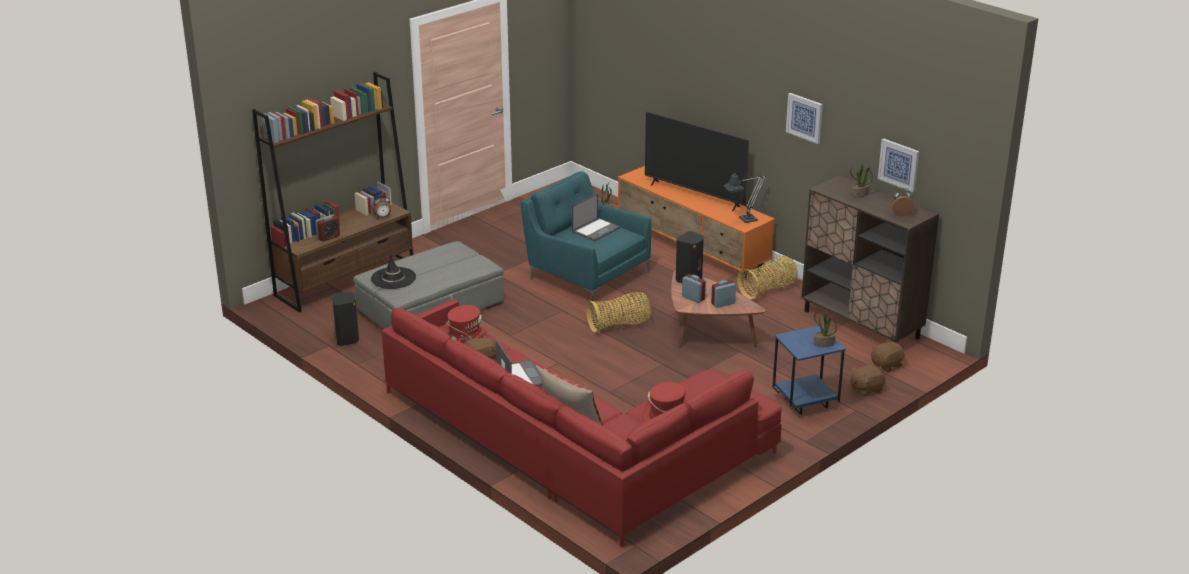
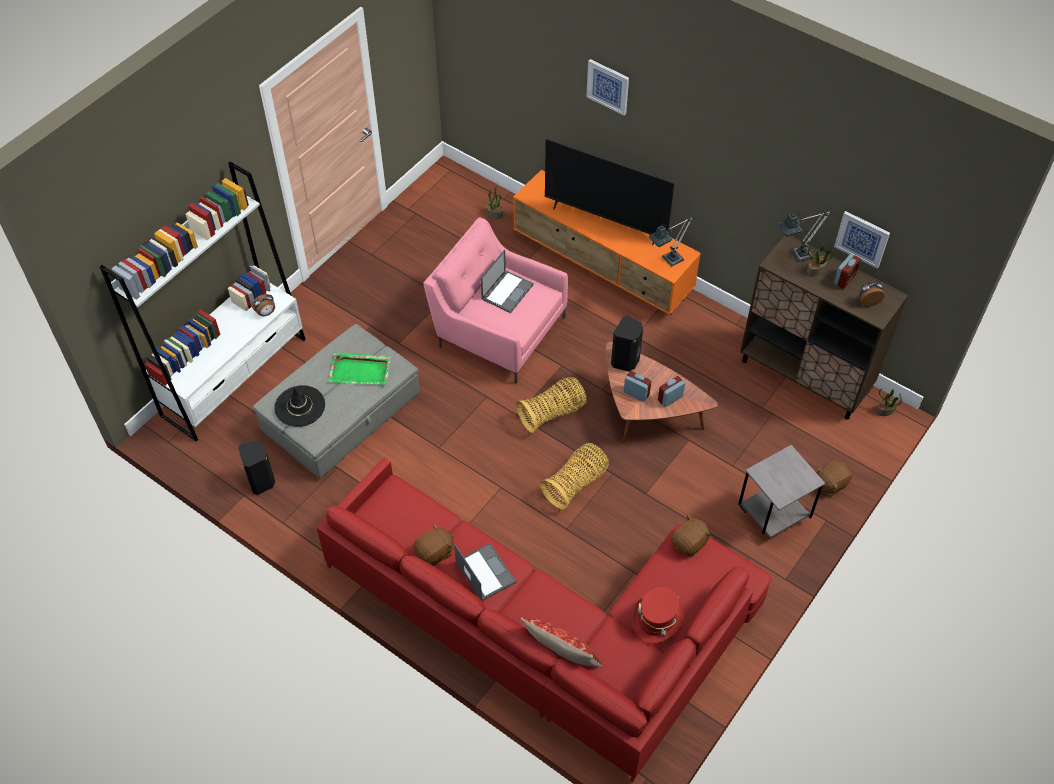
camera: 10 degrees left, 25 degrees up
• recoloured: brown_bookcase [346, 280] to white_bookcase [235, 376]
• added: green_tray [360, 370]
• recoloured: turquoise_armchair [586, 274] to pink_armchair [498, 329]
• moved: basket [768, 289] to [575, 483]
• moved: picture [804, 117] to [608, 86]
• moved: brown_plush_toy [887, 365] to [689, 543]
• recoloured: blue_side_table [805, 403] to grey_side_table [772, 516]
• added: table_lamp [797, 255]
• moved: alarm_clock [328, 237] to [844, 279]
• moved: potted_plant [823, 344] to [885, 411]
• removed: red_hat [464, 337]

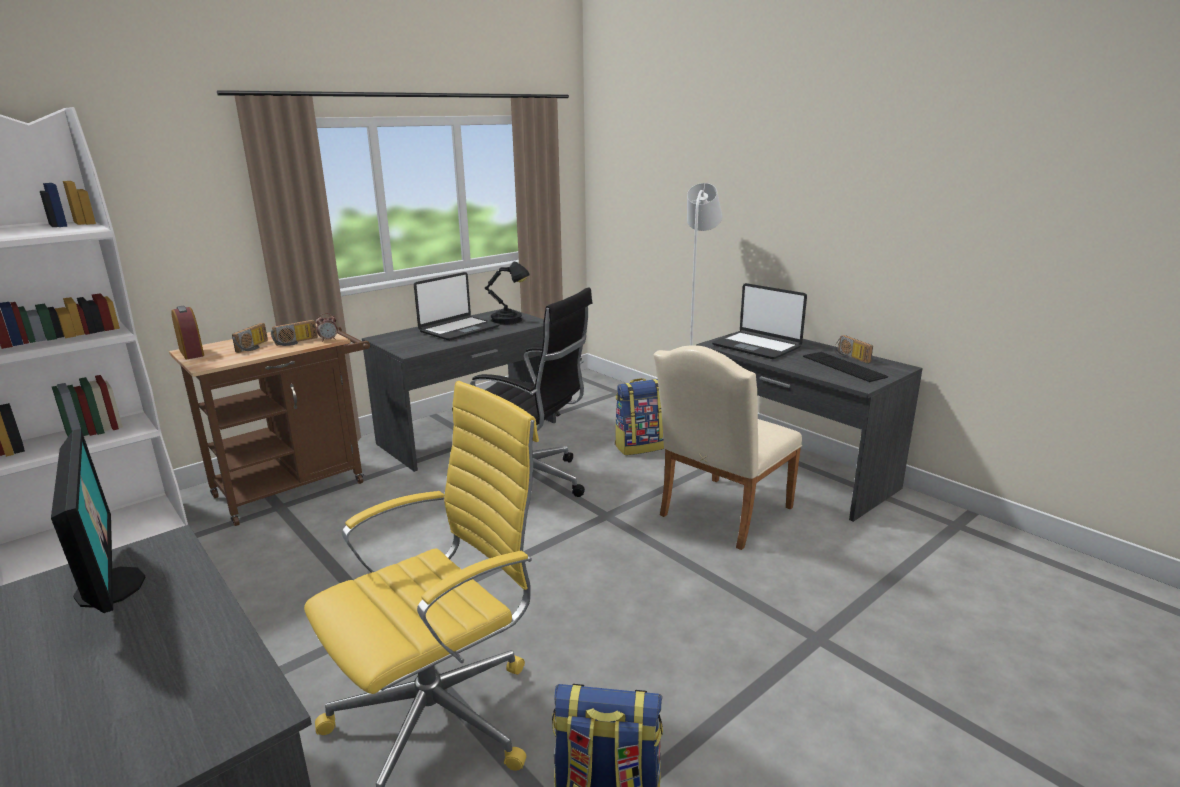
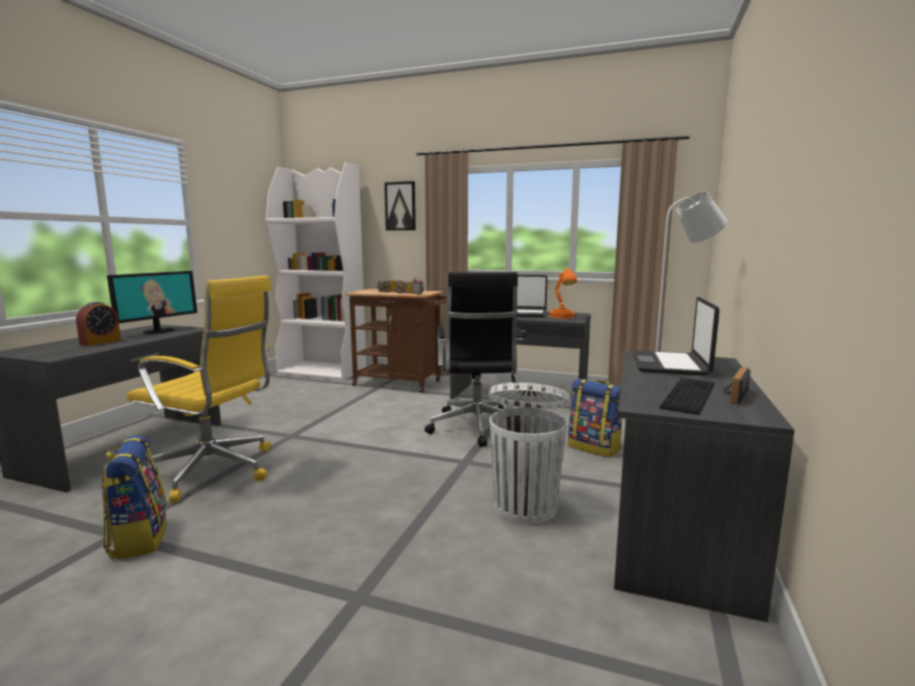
camera: 60 degrees right, 10 degrees down
• moved: alarm_clock [191, 353] to [100, 342]
• added: picture [400, 206]
• replaced: beige_chair [721, 514] to white_trash_can [525, 506]
• recoloured: black_table_lamp [509, 320] to orange_table_lamp [562, 316]

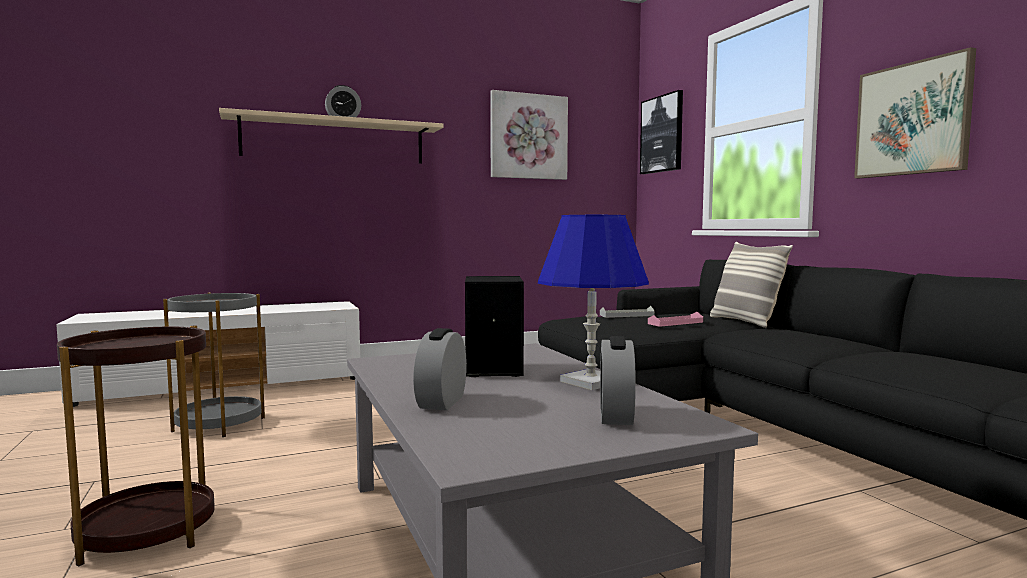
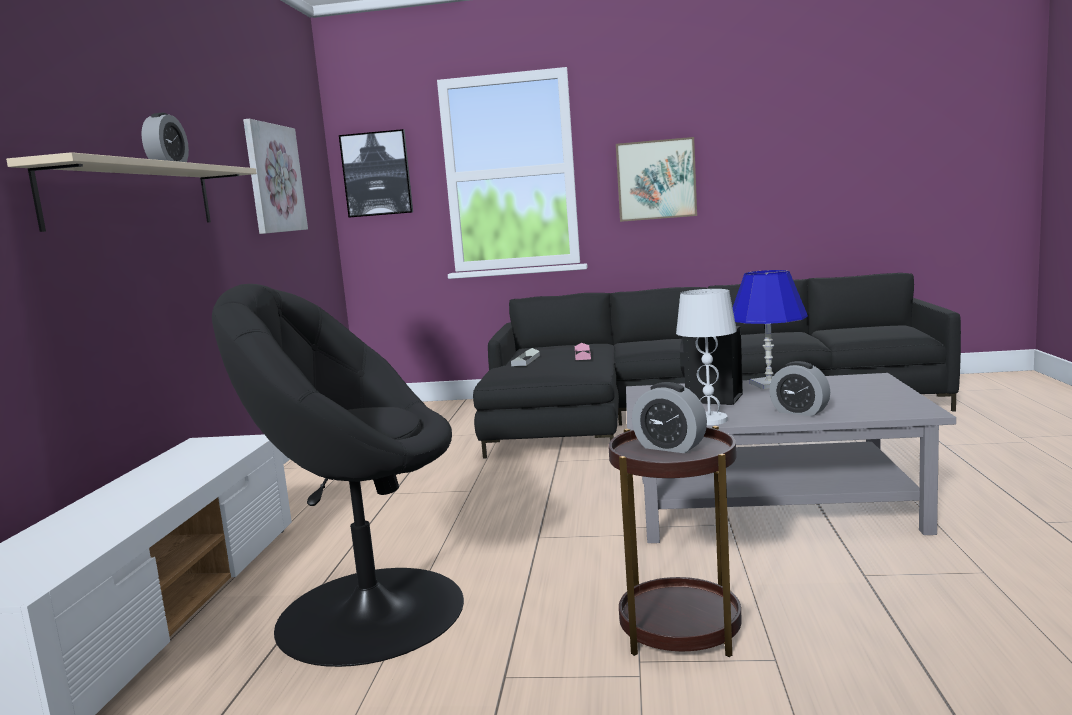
camera: 60 degrees left, 5 degrees up
• replaced: grey_side_table [219, 424] to black_armchair [367, 612]
• moved: alarm_clock [616, 416] to [670, 447]
• added: white_table_lamp [710, 420]
• removed: pillow [745, 322]

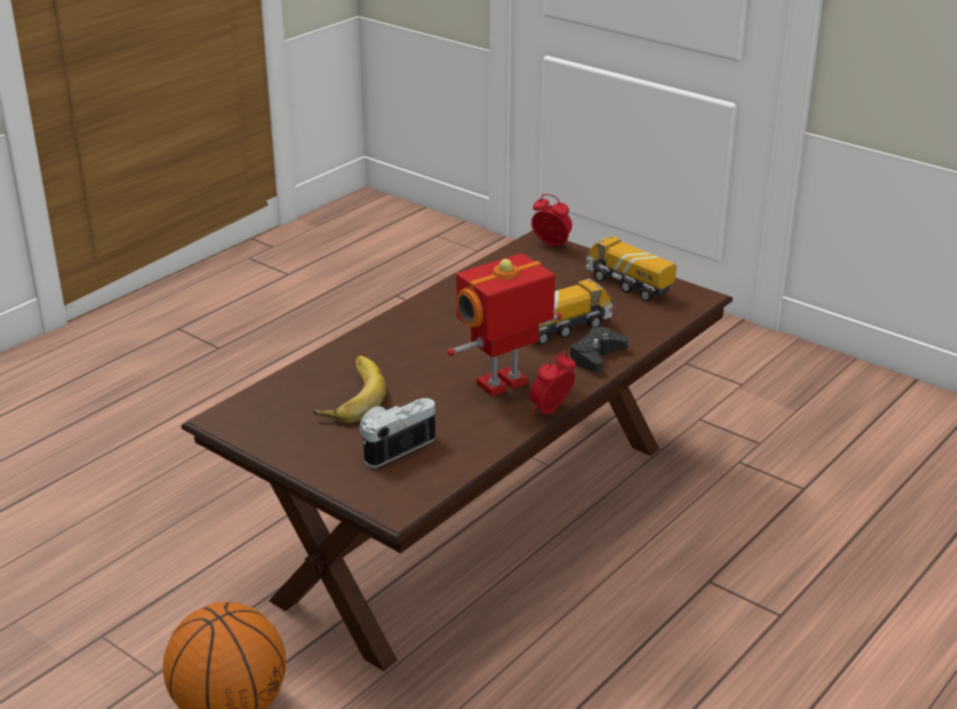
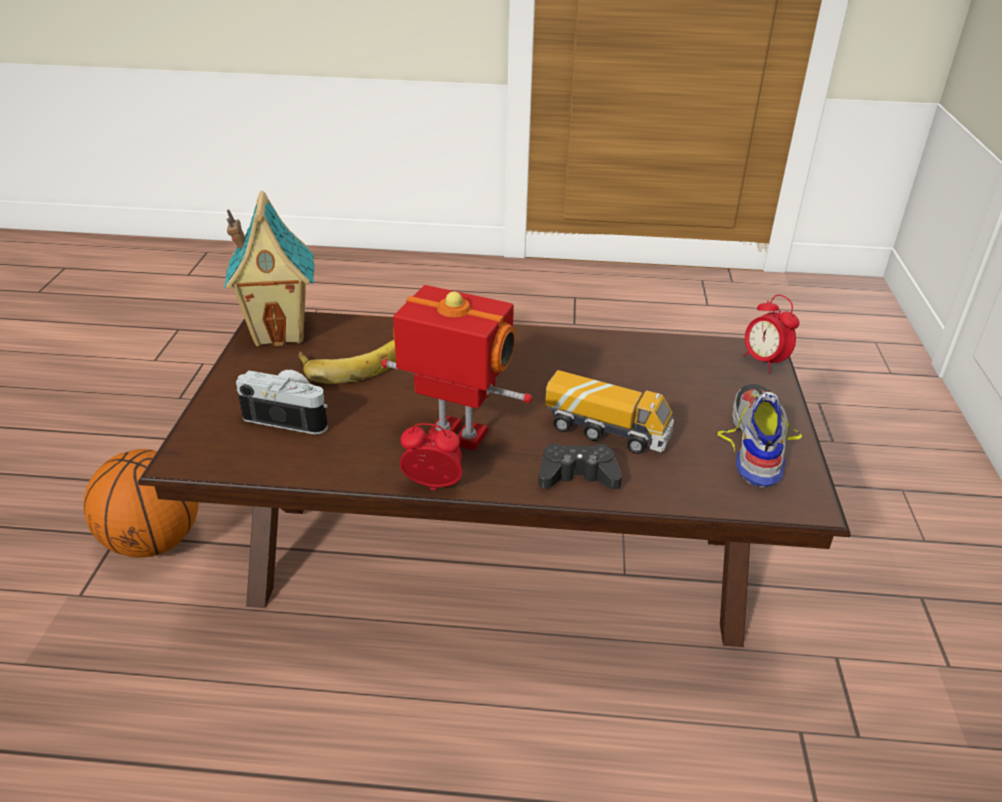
camera: 55 degrees right, 5 degrees up
• added: toy_house [281, 331]
• replaced: toy_truck [628, 285] to shoe [756, 441]
• turned: alarm_clock [551, 245] = [763, 362] 150 degrees clockwise

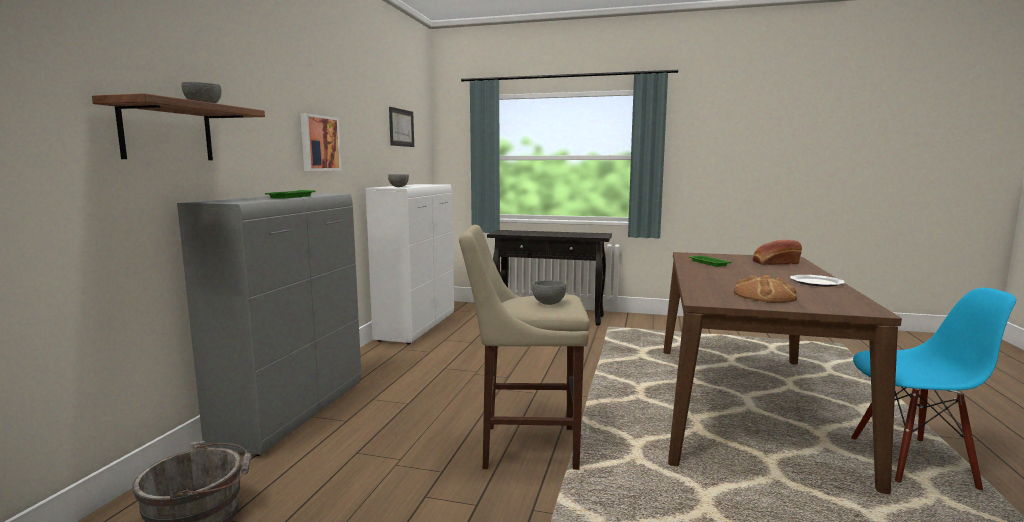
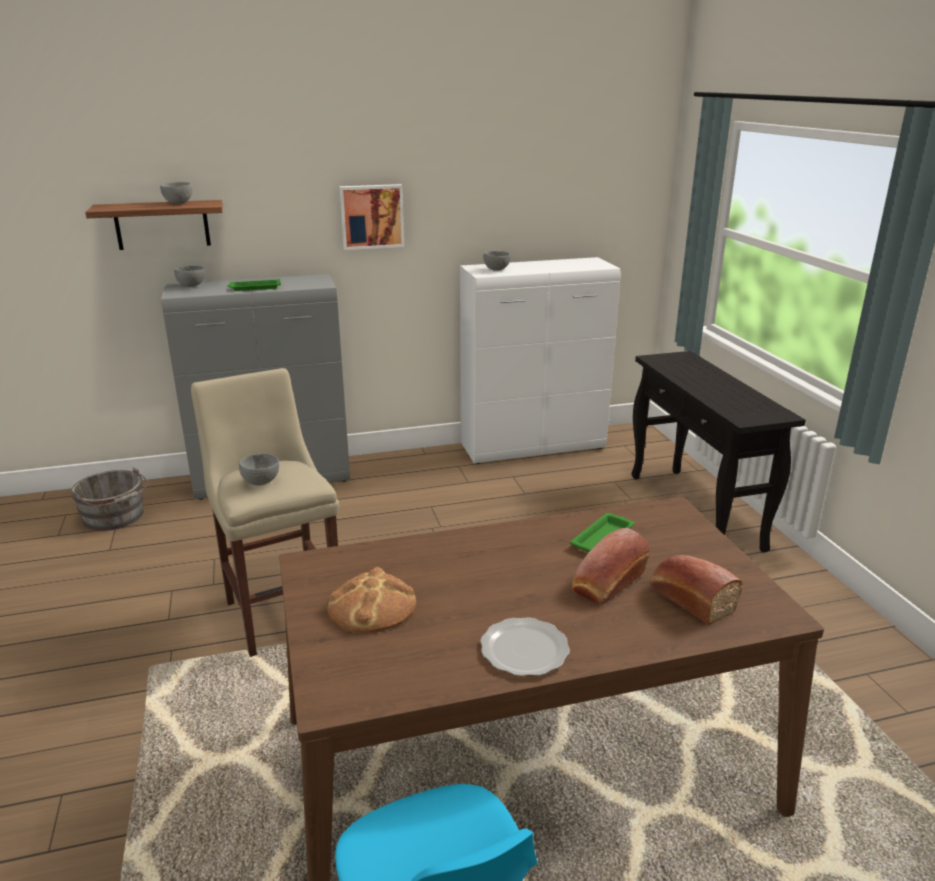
camera: 60 degrees right, 15 degrees up
• added: grey_bowl [191, 286]
• added: bread [607, 583]
• removed: picture [401, 127]

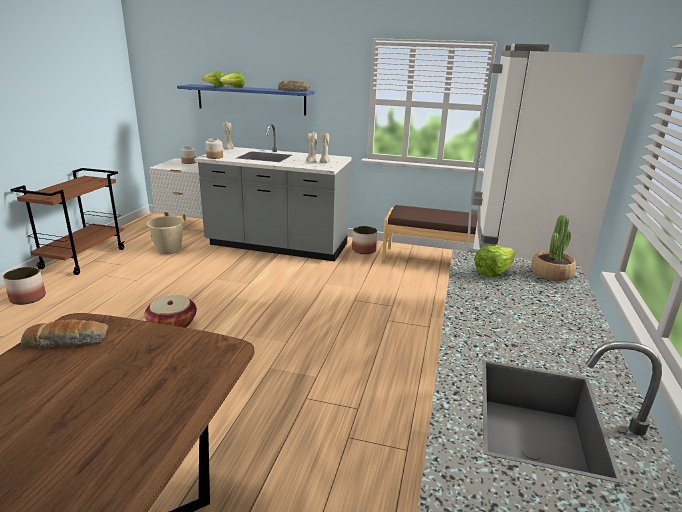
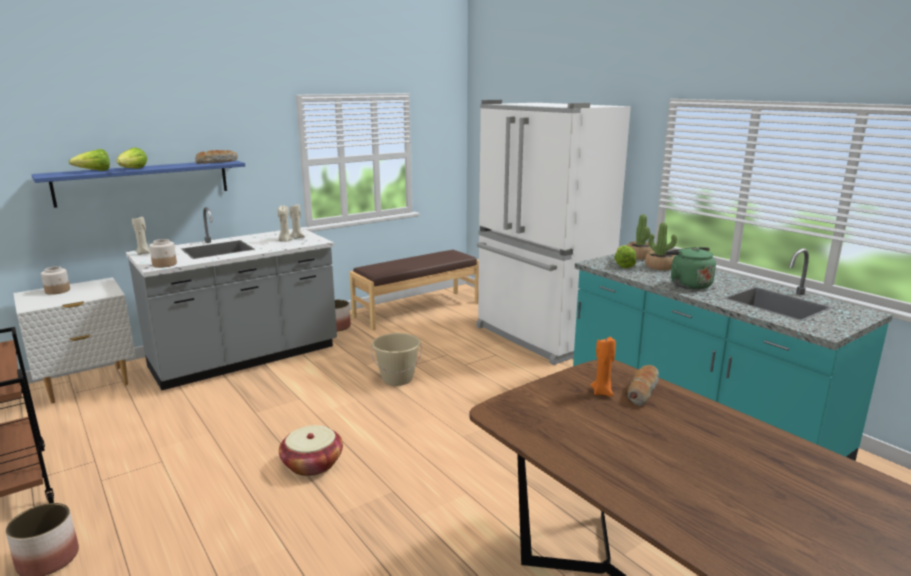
camera: 50 degrees left, 5 degrees down
• moved: beige_bucket [169, 250] to [397, 379]
• added: orange_candle [602, 392]
• moved: bread [67, 341] to [642, 391]
• added: potted_plant [660, 266]
• added: green_kettle [688, 284]

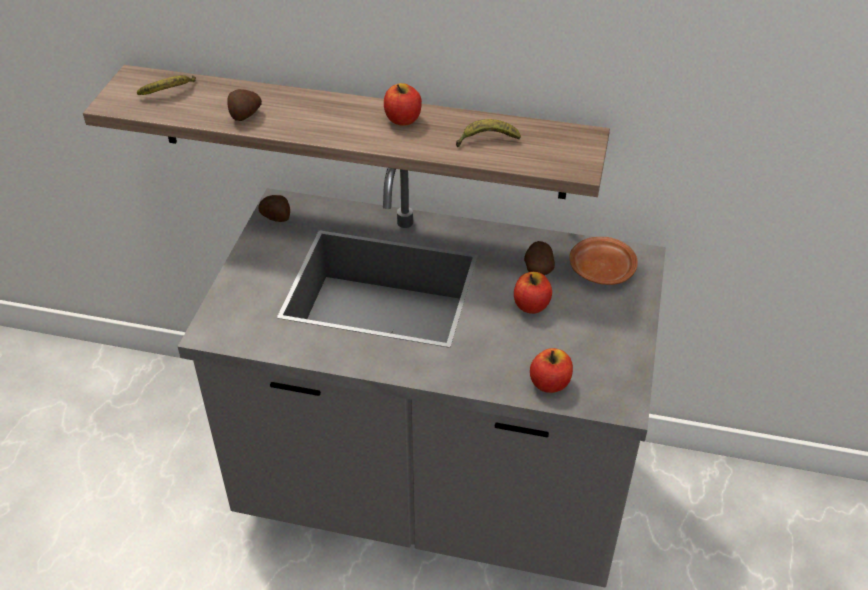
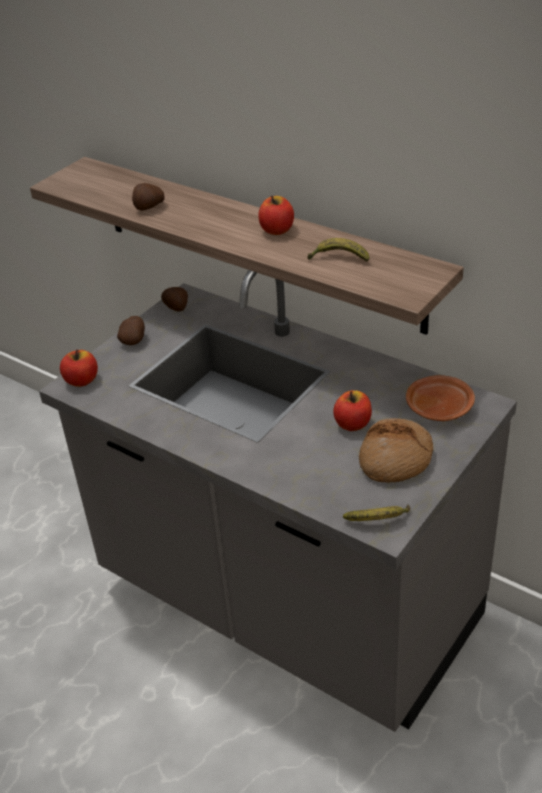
camera: 25 degrees right, 5 degrees down
• moved: apple [550, 383] to [81, 380]
• moved: potato [538, 268] to [134, 340]
• moved: banana [170, 92] to [378, 520]
• added: bread [395, 459]

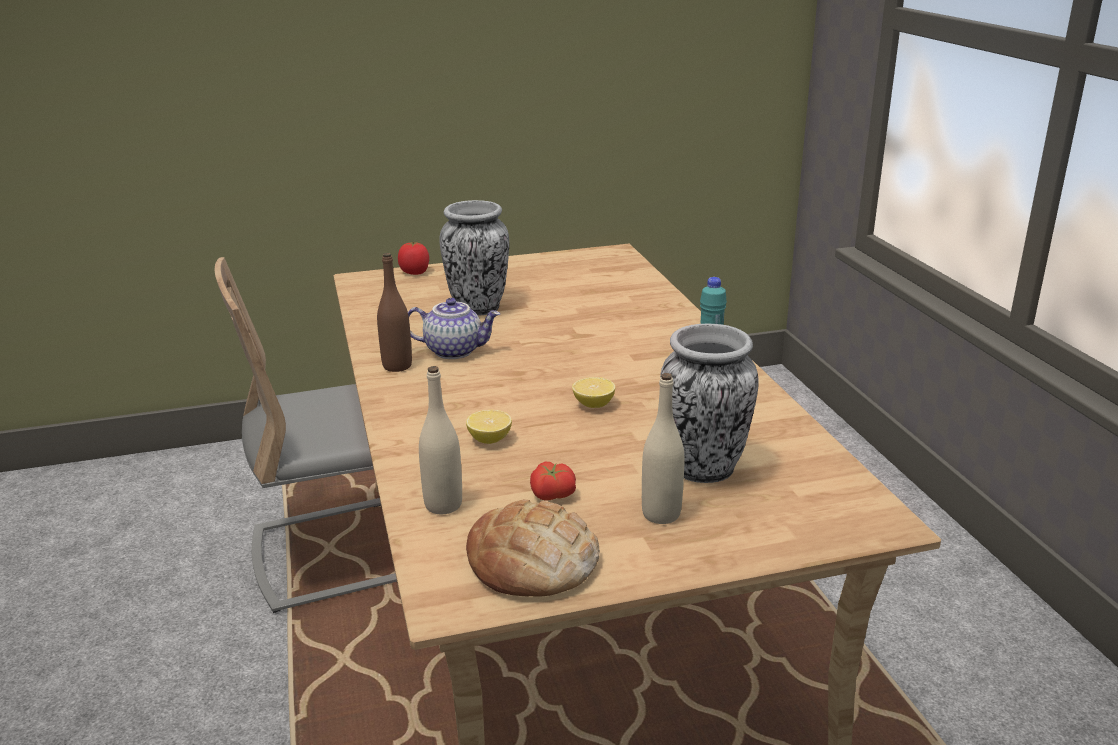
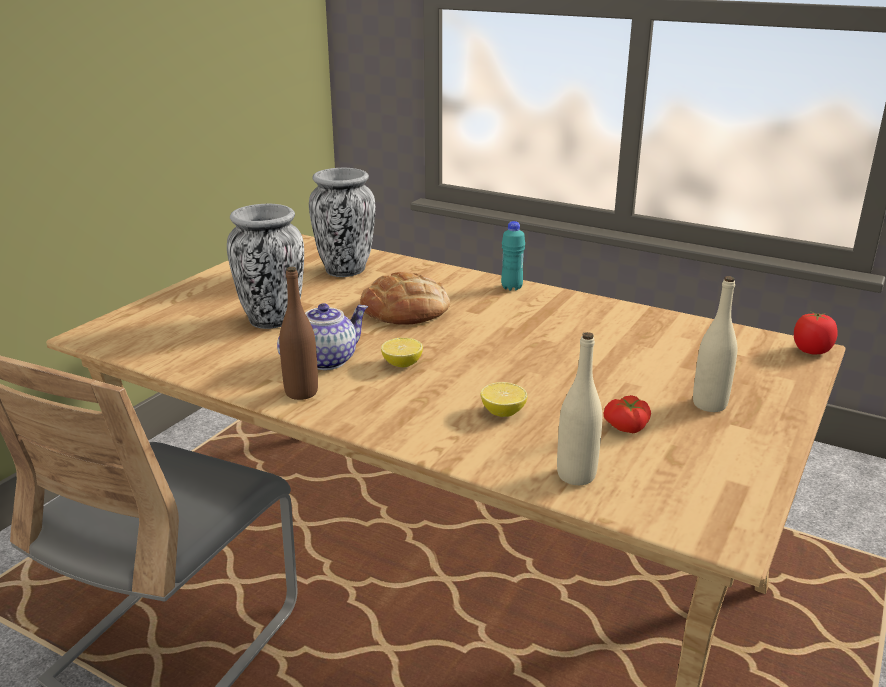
camera: 45 degrees left, 0 degrees up
• moved: vase [703, 470] to [345, 270]
• moved: bread [533, 561] to [406, 309]
• moved: lemon [593, 404] to [402, 364]
• moved: tomato [415, 272] to [811, 351]

